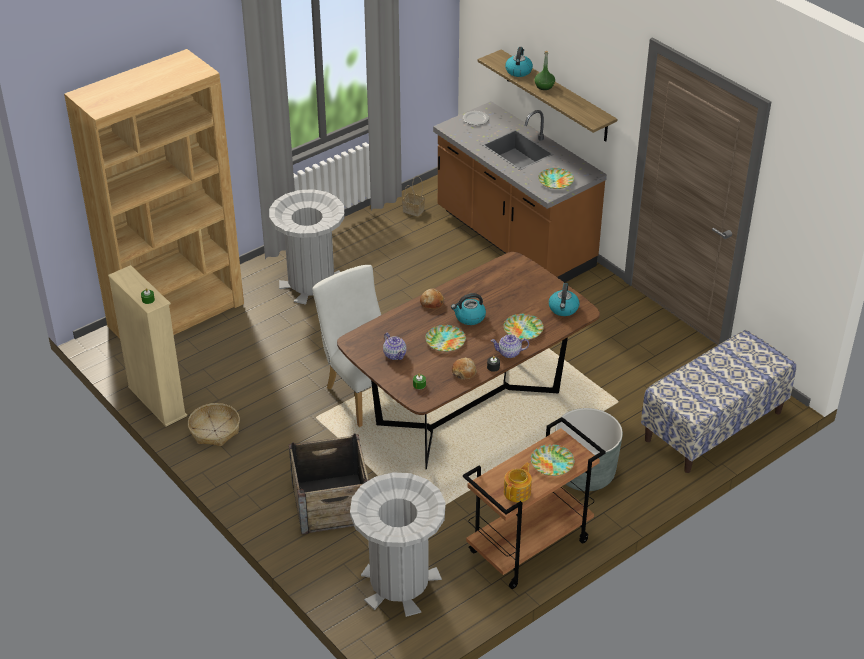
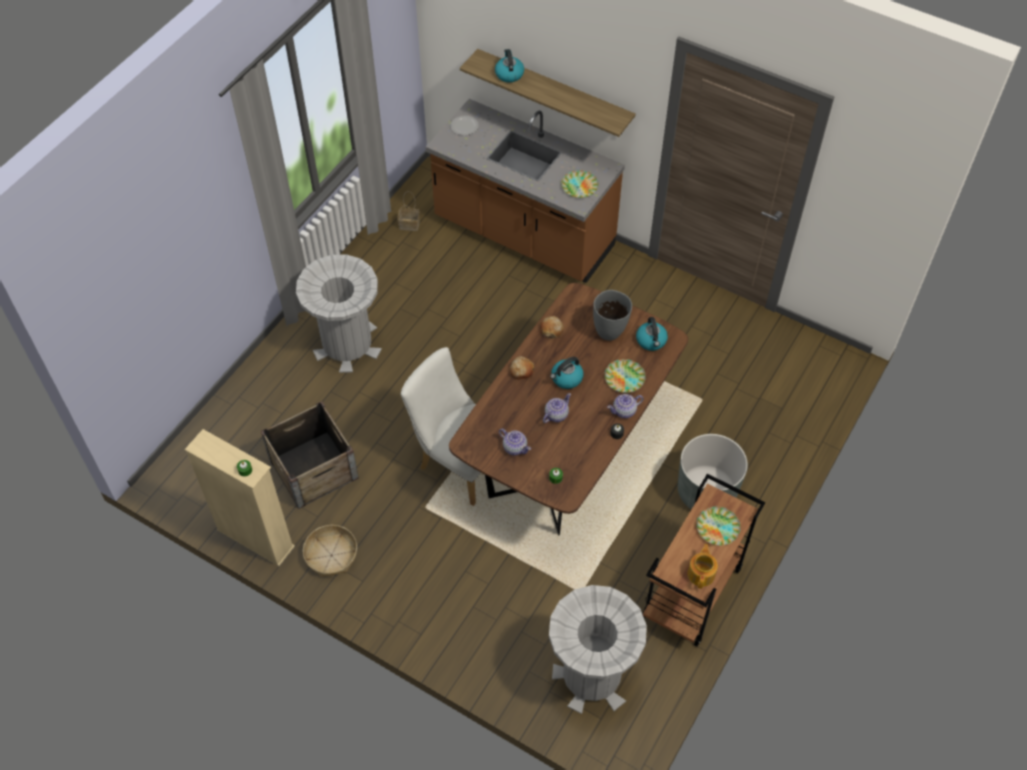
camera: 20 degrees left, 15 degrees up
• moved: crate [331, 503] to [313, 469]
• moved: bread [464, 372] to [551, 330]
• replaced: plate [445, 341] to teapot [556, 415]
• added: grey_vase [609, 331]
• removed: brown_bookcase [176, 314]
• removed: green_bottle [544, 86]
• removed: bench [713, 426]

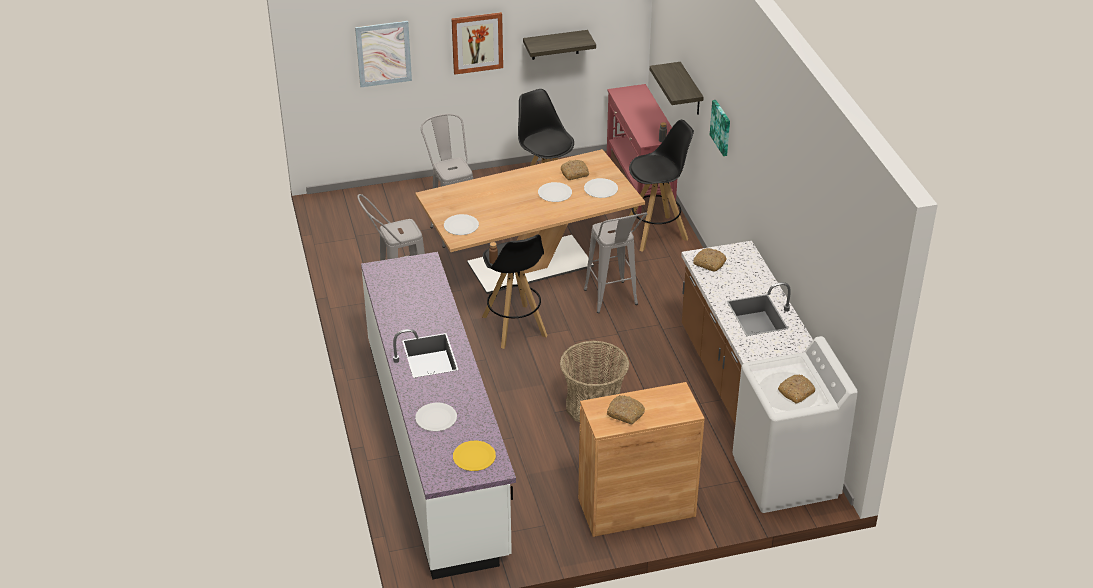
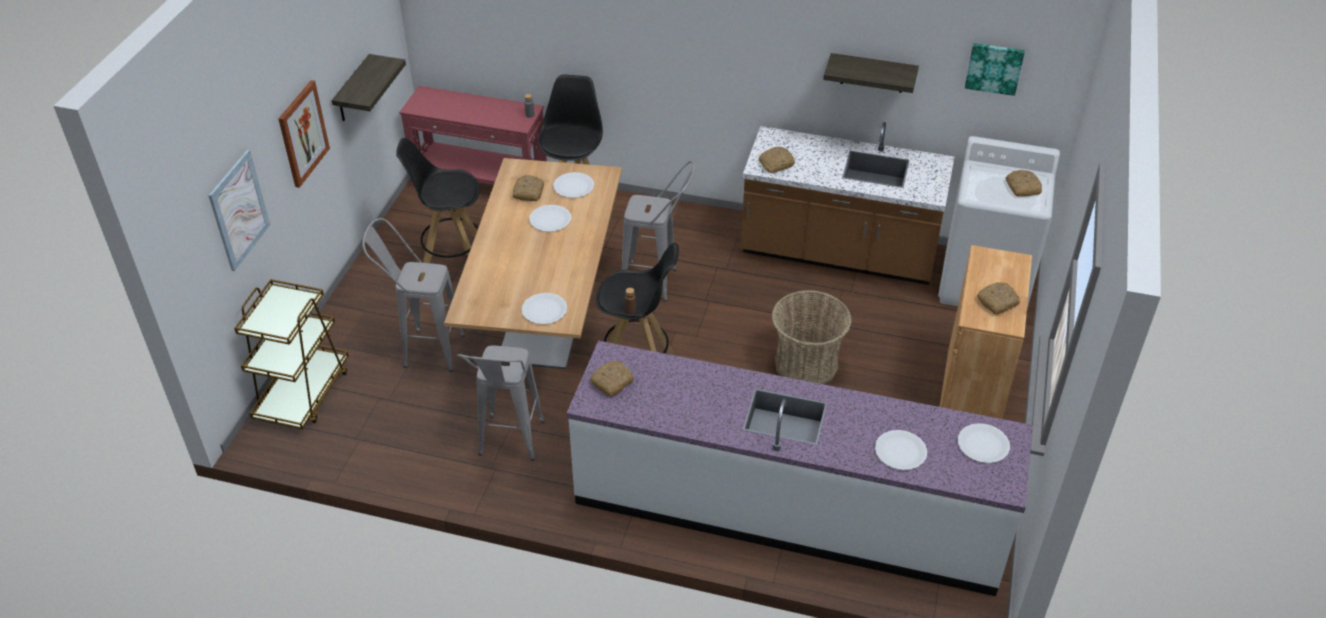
camera: 60 degrees left, 5 degrees up
• added: brown_cart [303, 393]
• added: bread [612, 382]
• moved: shelf [691, 90] to [872, 73]
• recoloured: yellow_plate [474, 457] to white_plate [983, 444]
• moved: picture [721, 127] to [994, 68]

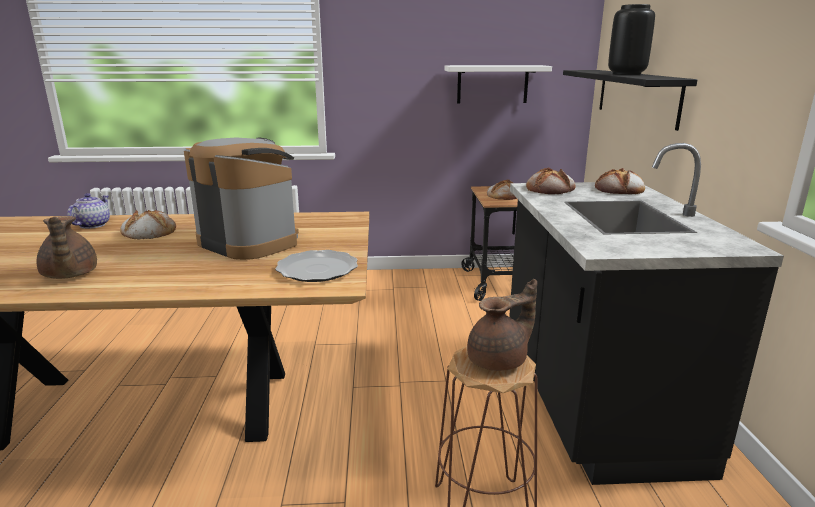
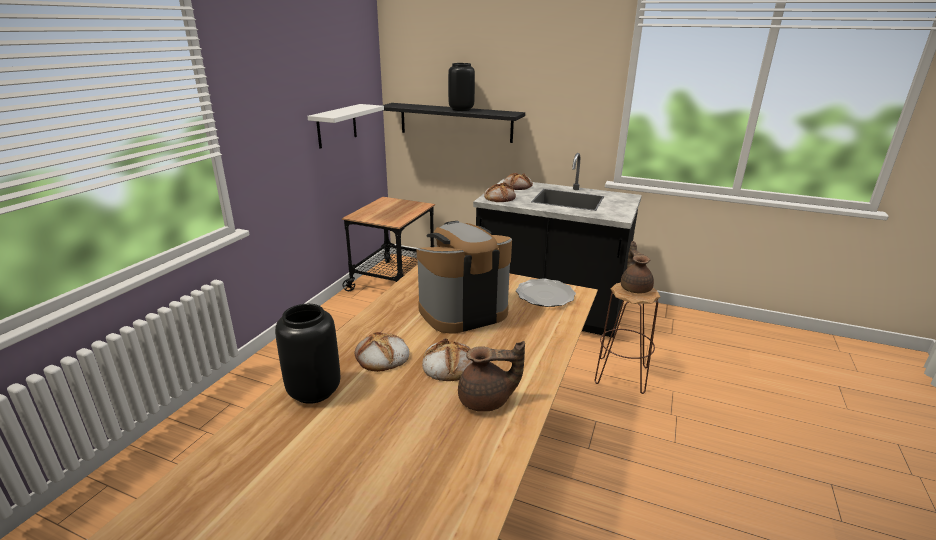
camera: 65 degrees left, 5 degrees up
• replaced: teapot [92, 225] to black_vase [314, 392]
• moved: bread [504, 195] to [448, 364]

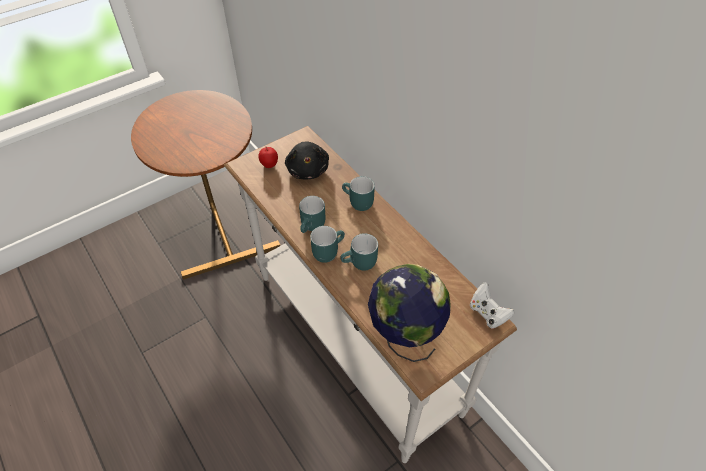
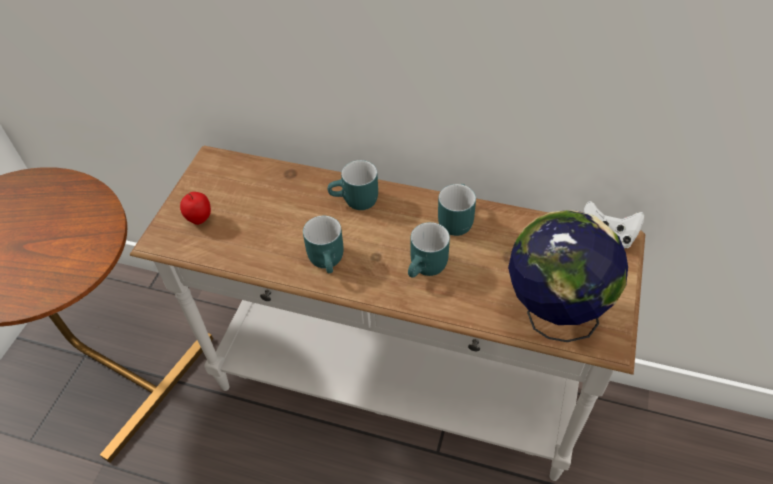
camera: 35 degrees left, 0 degrees up
• moved: turquoise_mug [327, 250] to [454, 219]
• removed: black_plush_toy [308, 169]

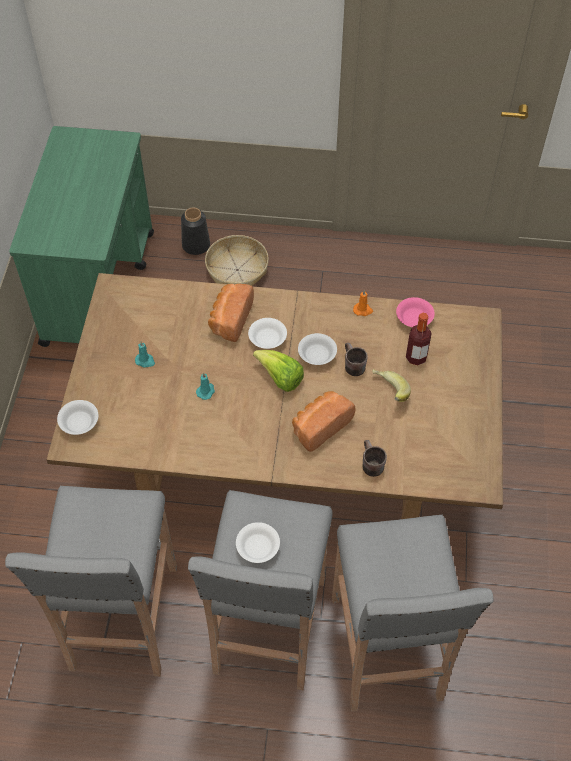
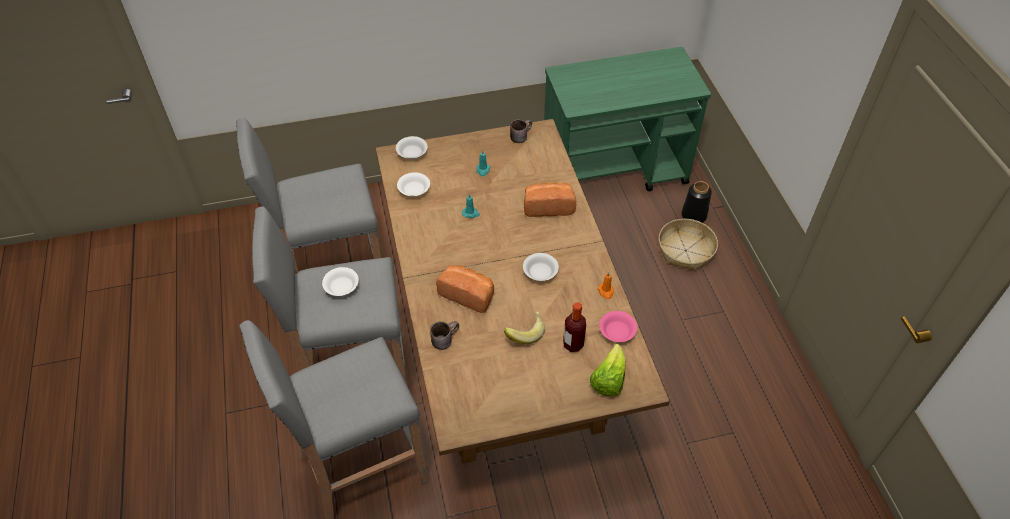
camera: 70 degrees right, 5 degrees down
• moved: white_bowl [267, 339] to [414, 190]
• moved: brown_mug [351, 365] to [520, 135]
• moved: lettuce [280, 378] to [608, 380]

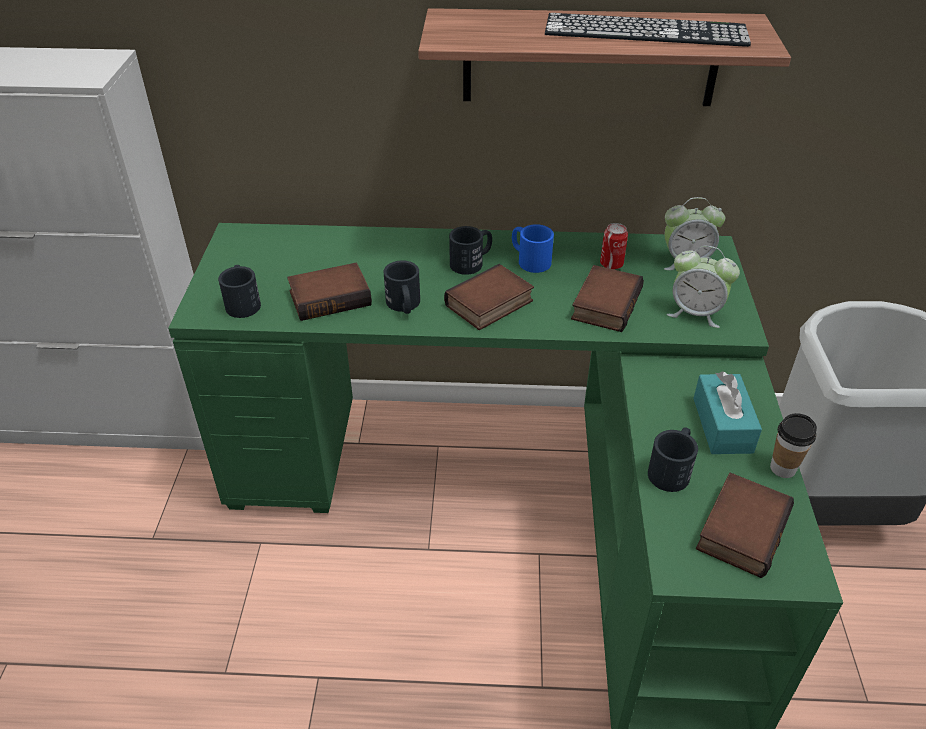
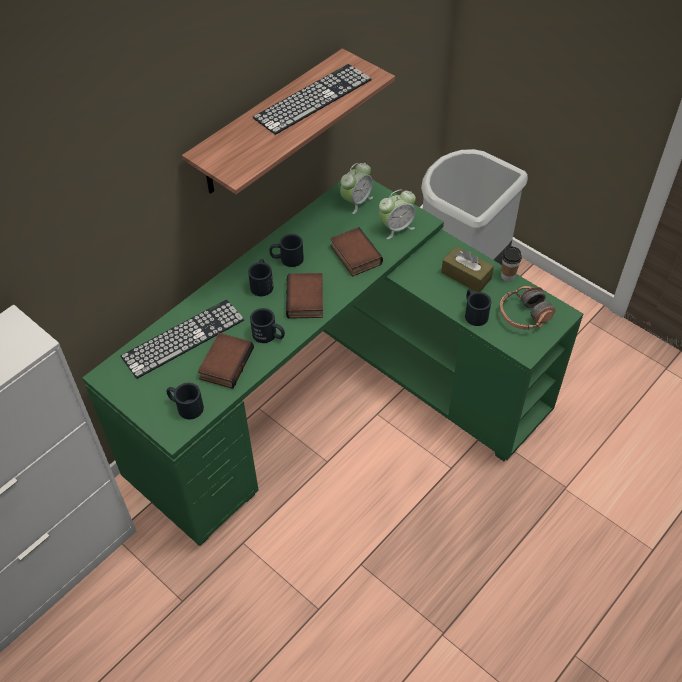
camera: 50 degrees left, 10 degrees up
• added: keyboard [183, 338]
• recoloured: blue_mug [529, 260] to black_mug [287, 259]
• recoloured: turquoise_tissue_box [722, 425] to brown_tissue_box [466, 276]
• replaced: book [740, 528] to headphones [524, 315]
• removed: can [611, 264]

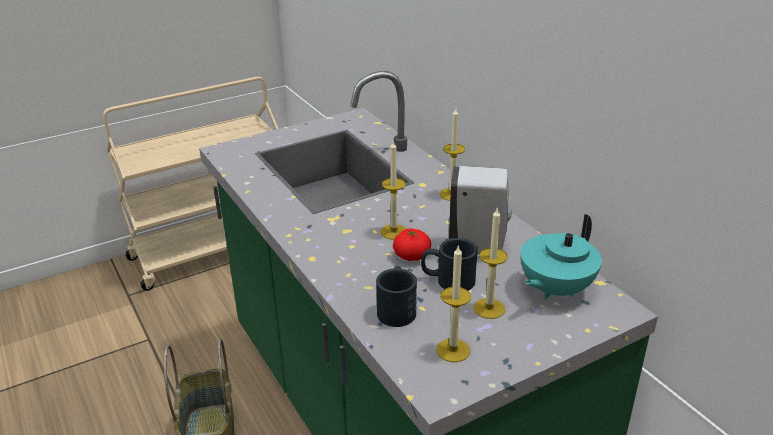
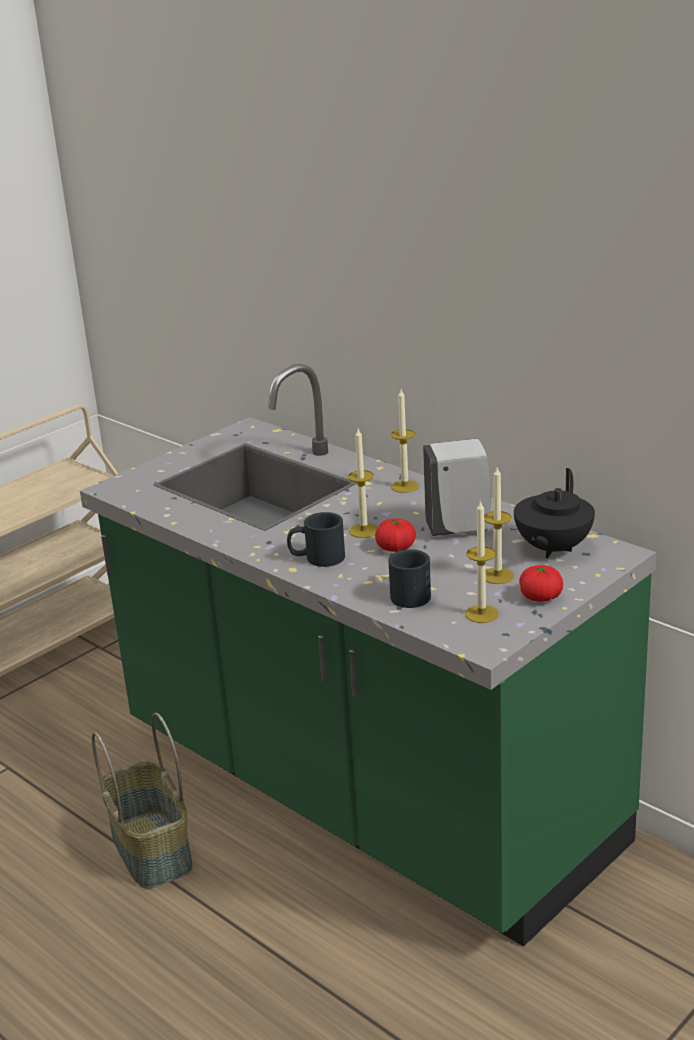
camera: 15 degrees left, 5 degrees down
• moved: black_mug [447, 280] to [317, 558]
• recoloured: turquoise_teapot [554, 289] to black_teapot [552, 549]
• added: tomato [540, 597]

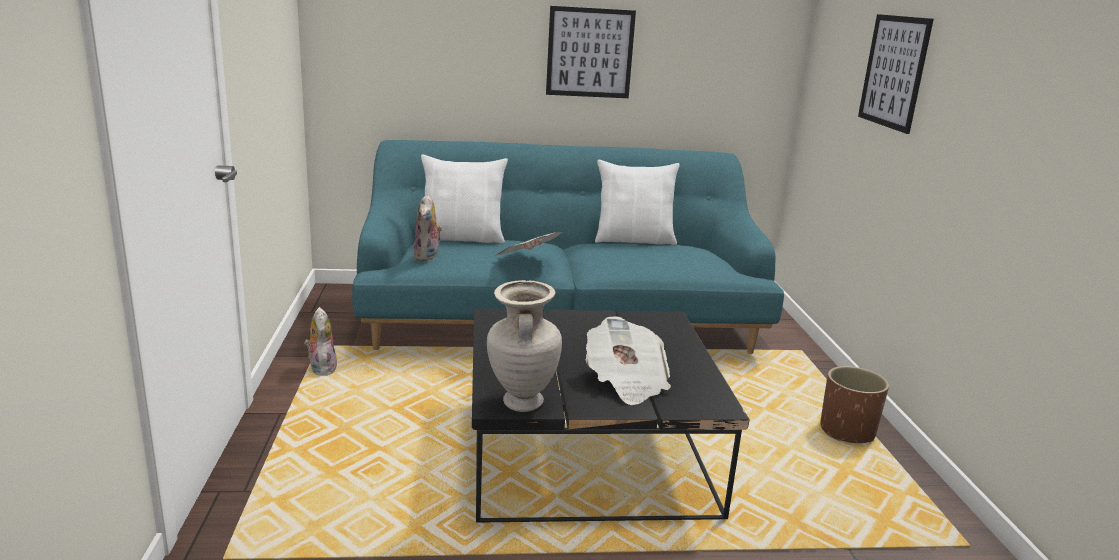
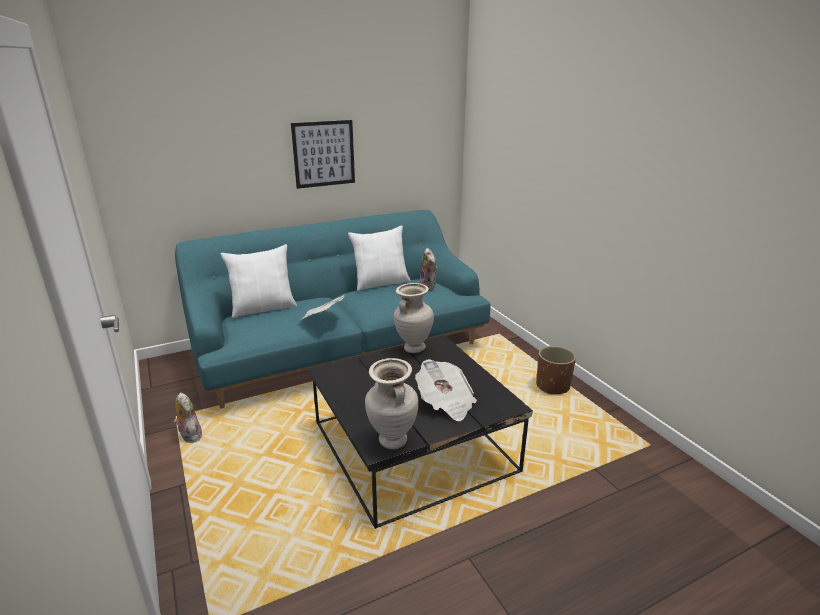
camera: 20 degrees left, 5 degrees up
• added: beige_vase [413, 348]
• moved: plush_toy [428, 257] to [429, 287]
• removed: picture [894, 71]

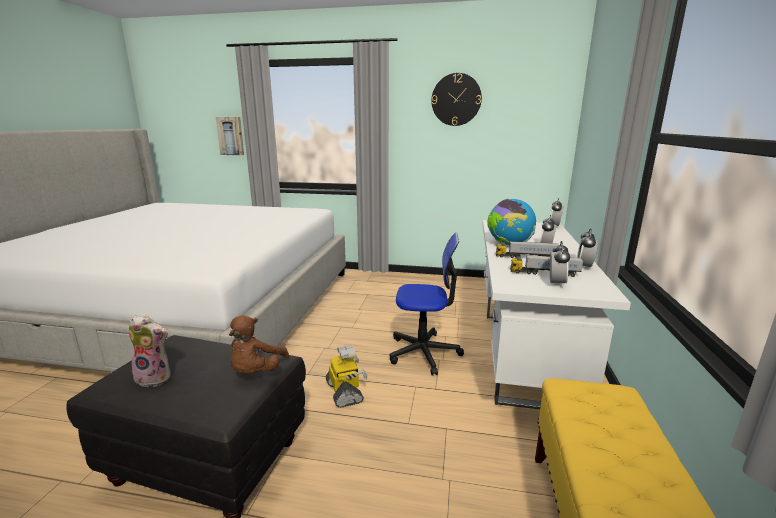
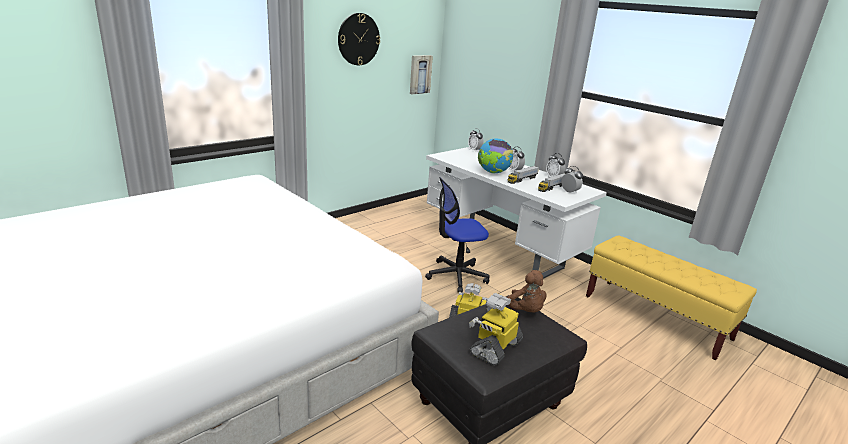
camera: 55 degrees left, 5 degrees up
• moved: picture [231, 136] to [419, 74]
• turned: office_chair [424, 352] = [456, 276] 150 degrees counterclockwise
• replaced: plush_toy [156, 377] to toy_robot [495, 348]

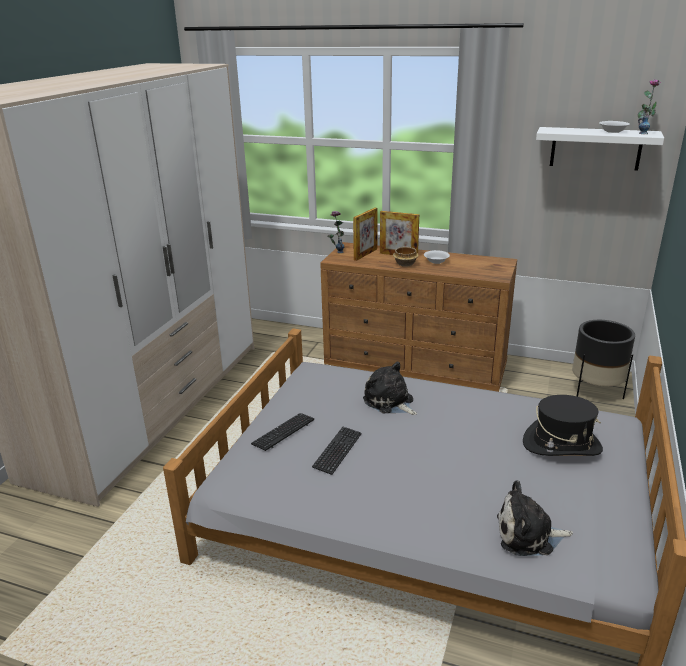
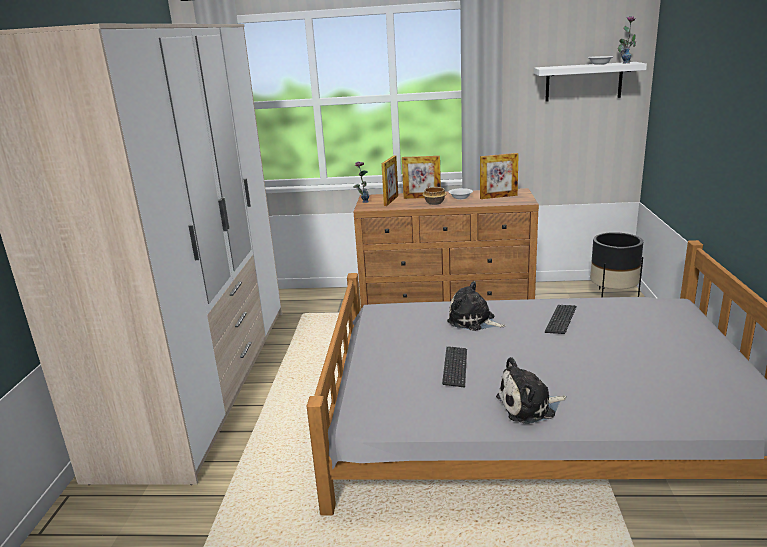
camera: 15 degrees left, 5 degrees down
• added: picture_frame [498, 197]
• moved: plush_toy [528, 535] to [529, 406]
• moved: keyboard [283, 432] to [561, 320]
• removed: black_hat [561, 445]

